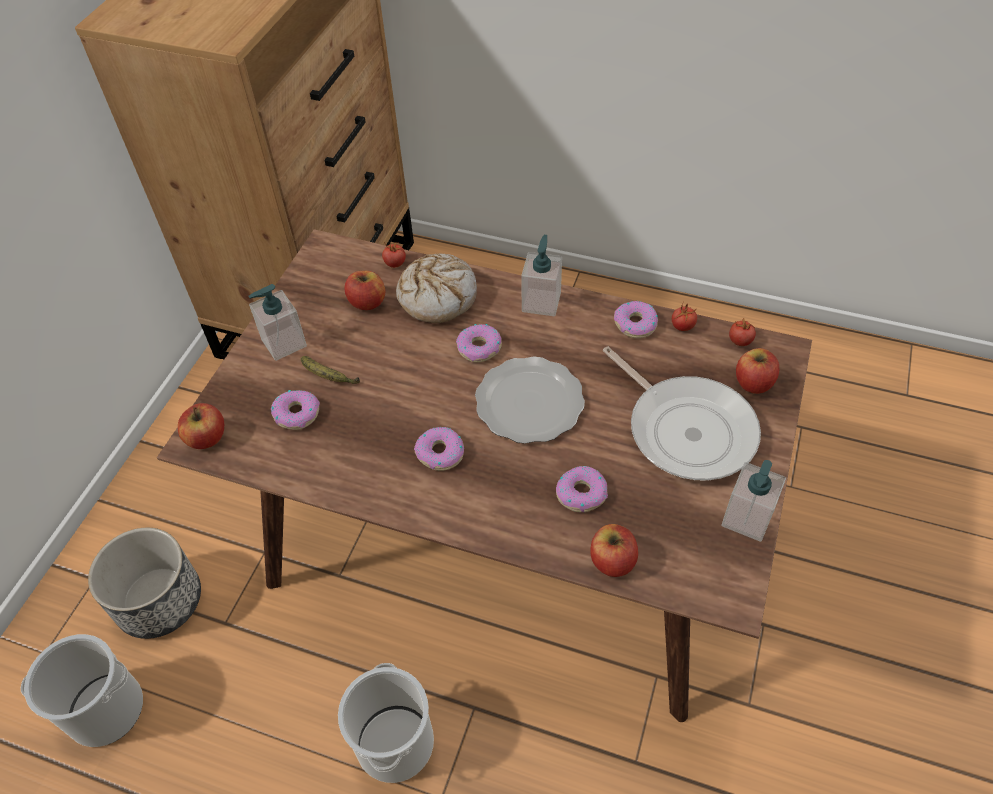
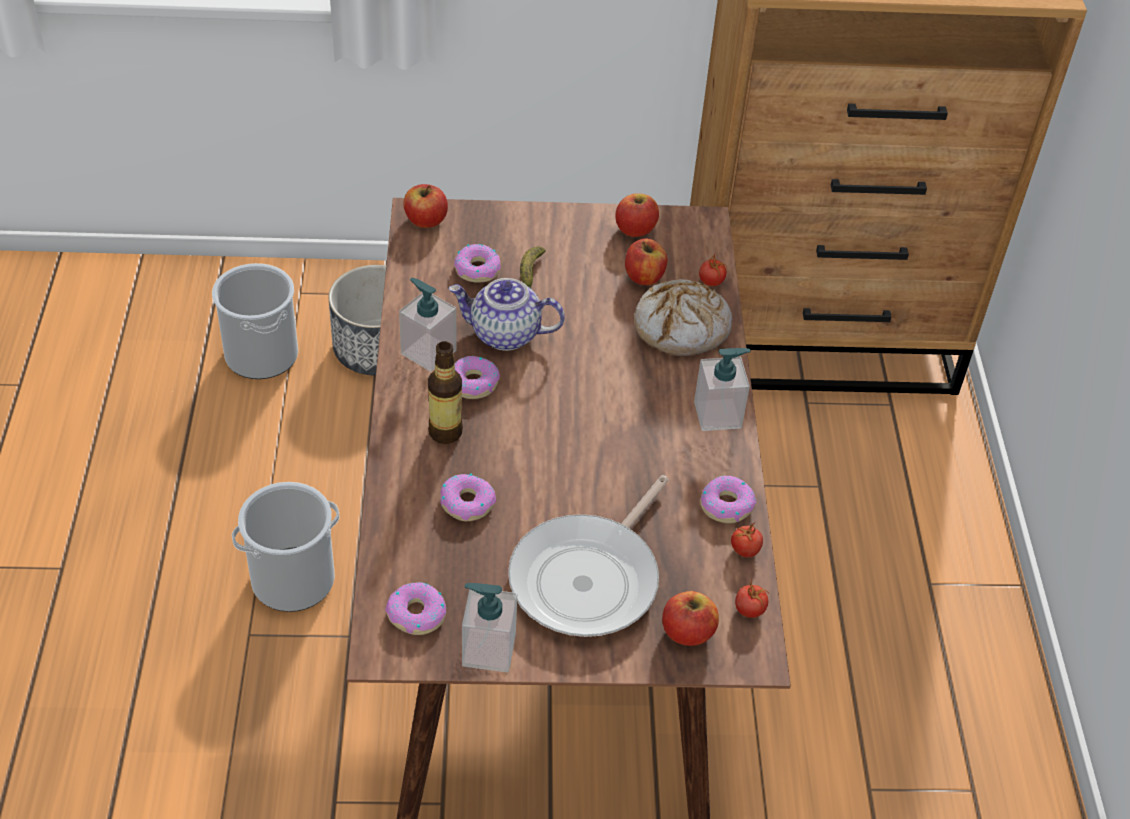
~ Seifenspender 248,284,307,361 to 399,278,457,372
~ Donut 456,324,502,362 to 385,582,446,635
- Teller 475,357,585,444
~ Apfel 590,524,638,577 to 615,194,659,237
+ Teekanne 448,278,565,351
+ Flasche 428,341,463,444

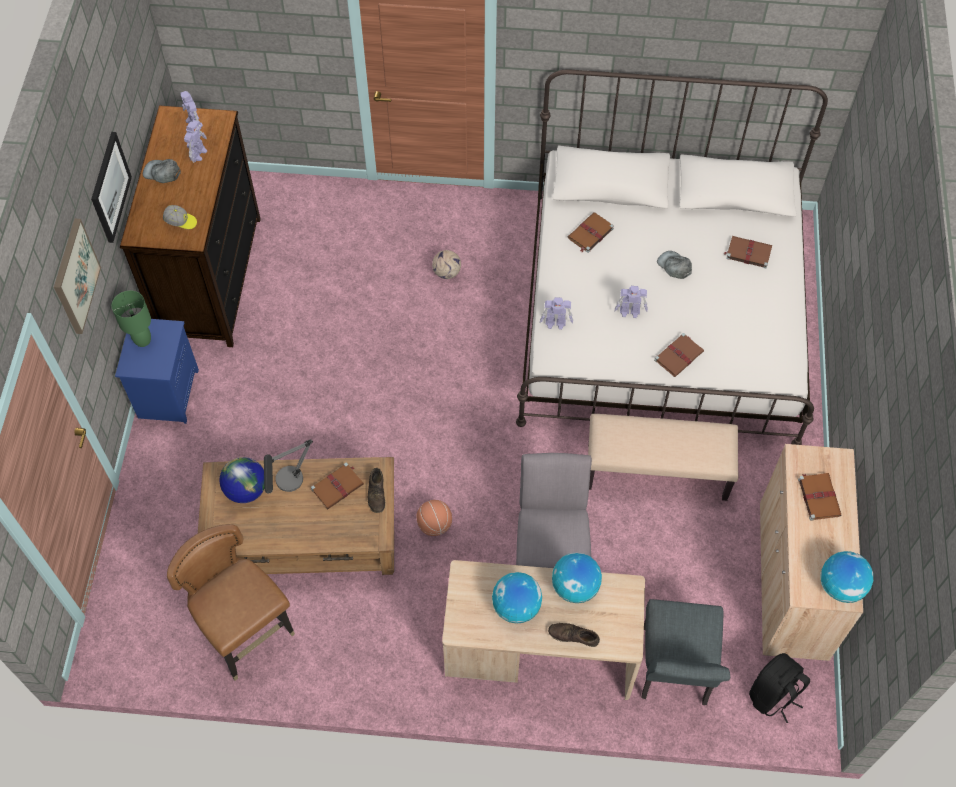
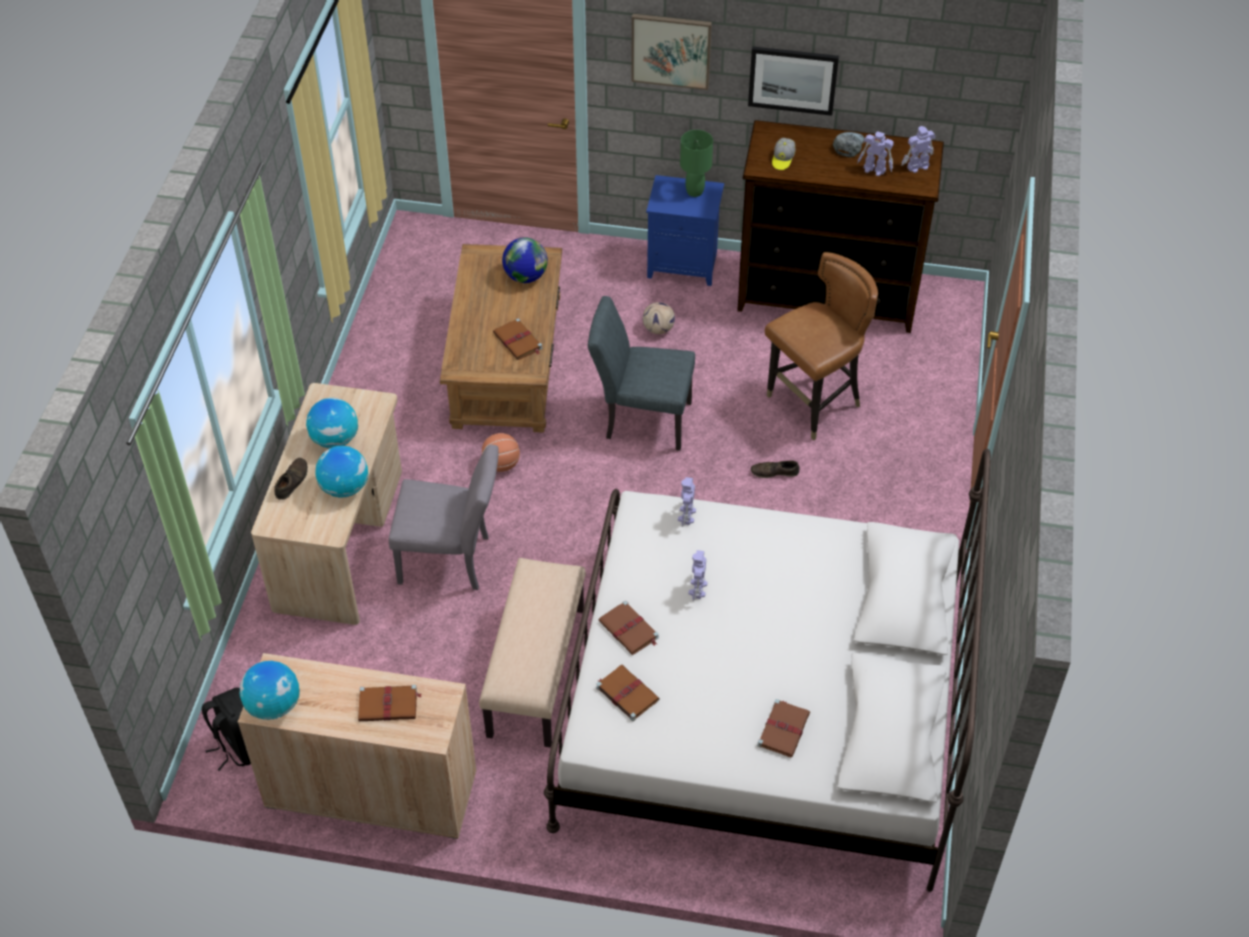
~ Buch [braun] 568,212,614,253 to 596,665,660,721
~ Fußball 432,250,461,279 to 643,302,675,334
- Kappe [grau] 657,251,692,279
- Tischlampe 264,439,313,494
~ Schuh [braun] 368,468,385,513 to 751,460,800,478
~ Stuhl [braun] 167,524,295,681 to 765,252,878,441
~ Stuhl [grau] 642,599,730,705 to 588,296,695,451

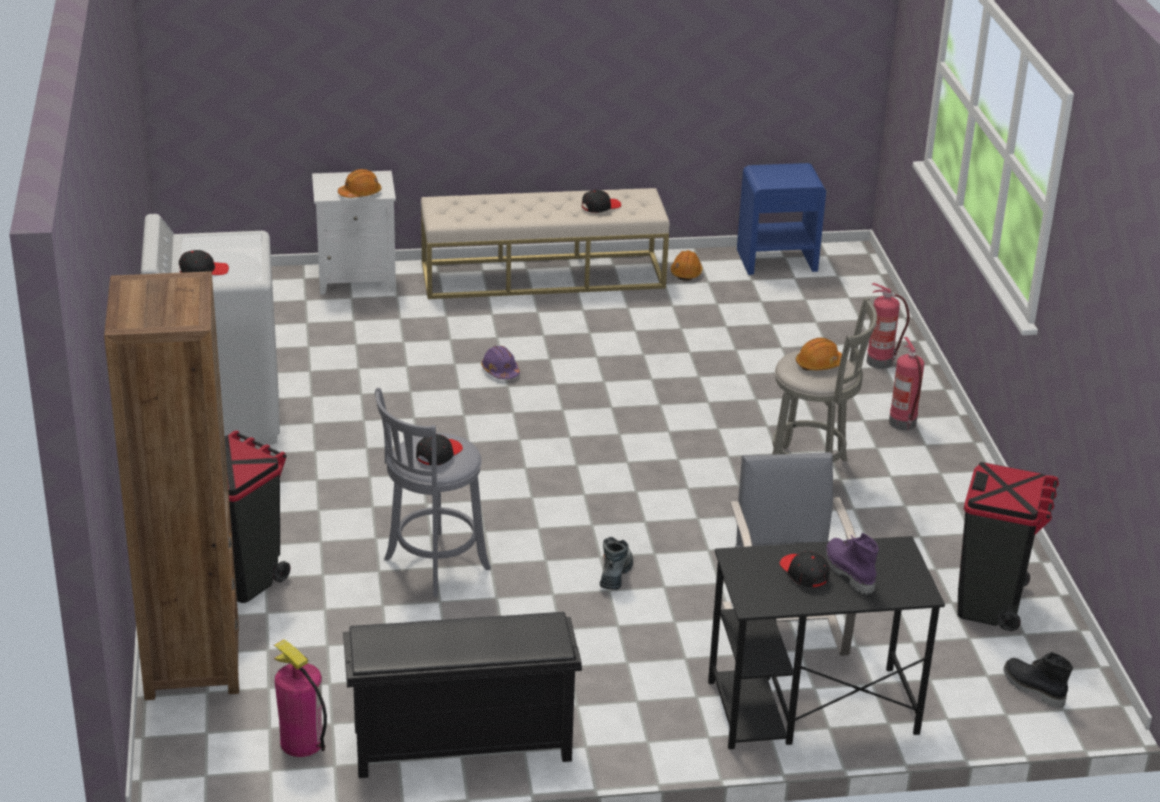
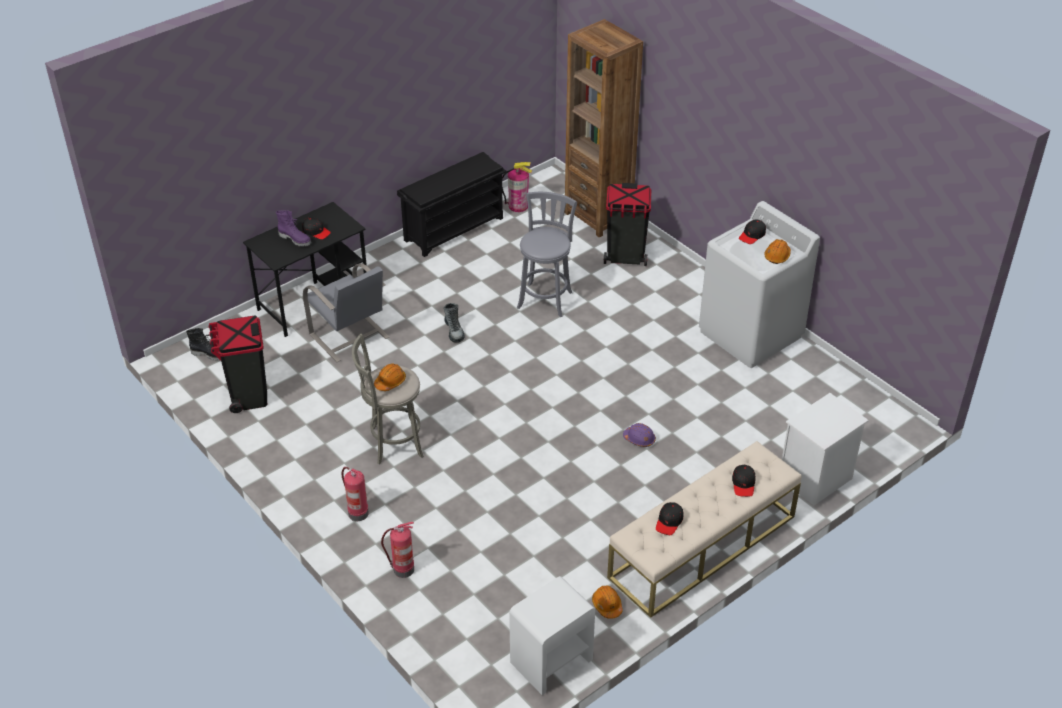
~ Nachttisch [blau] 737,163,826,275 to Nachttisch [weiß] 509,576,595,695
~ Schutzhelm [orange] 338,169,381,198 to 764,239,791,264
~ Kappe [schwarz] 416,434,463,465 to 732,465,755,497

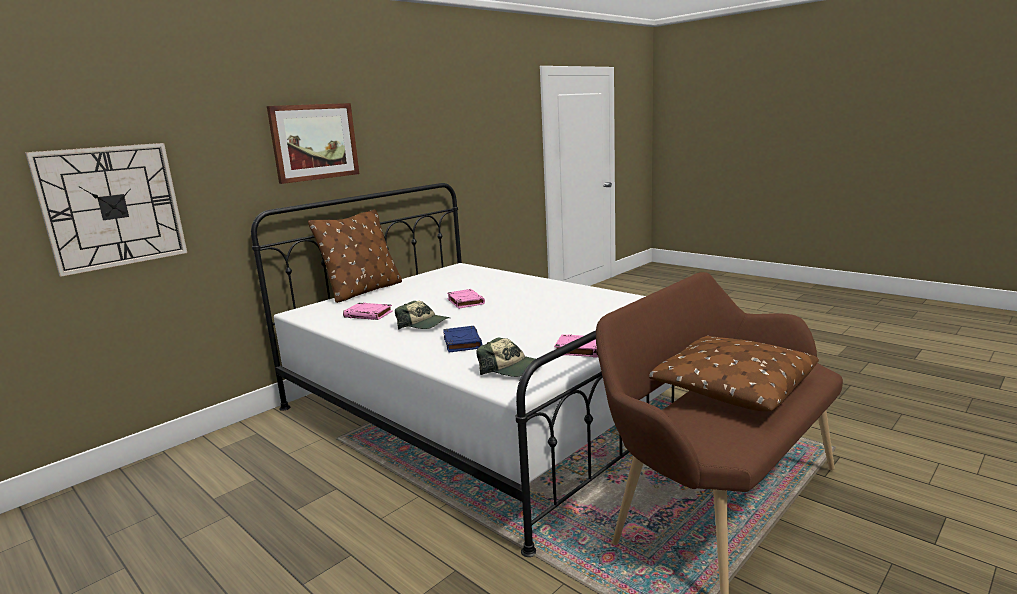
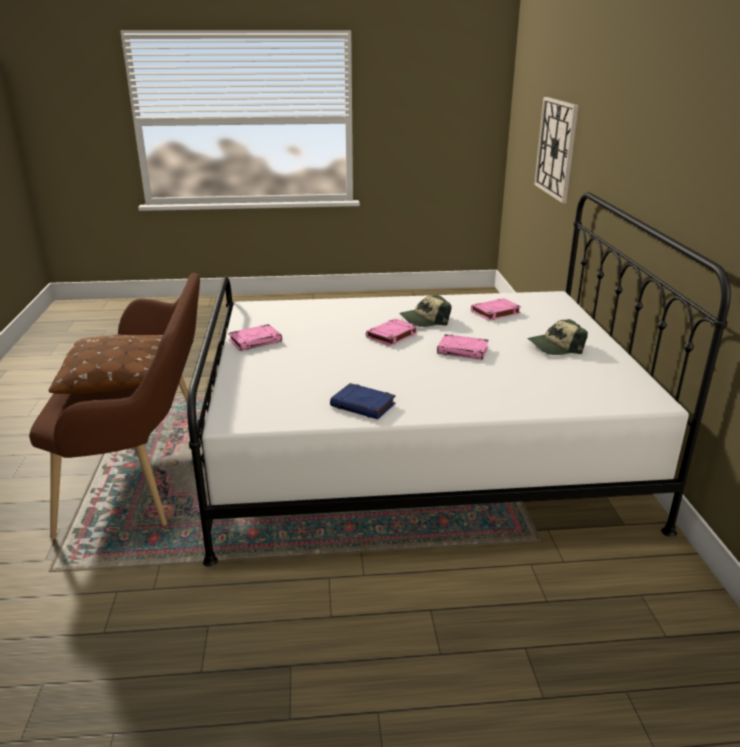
- Bild 267,103,359,184
- Kissen [braun] 308,209,402,303
~ Buch [blau] 443,326,482,352 to 330,383,396,419
~ Kappe 476,337,535,377 to 528,319,588,355
+ Buch [rosa] 366,318,418,346

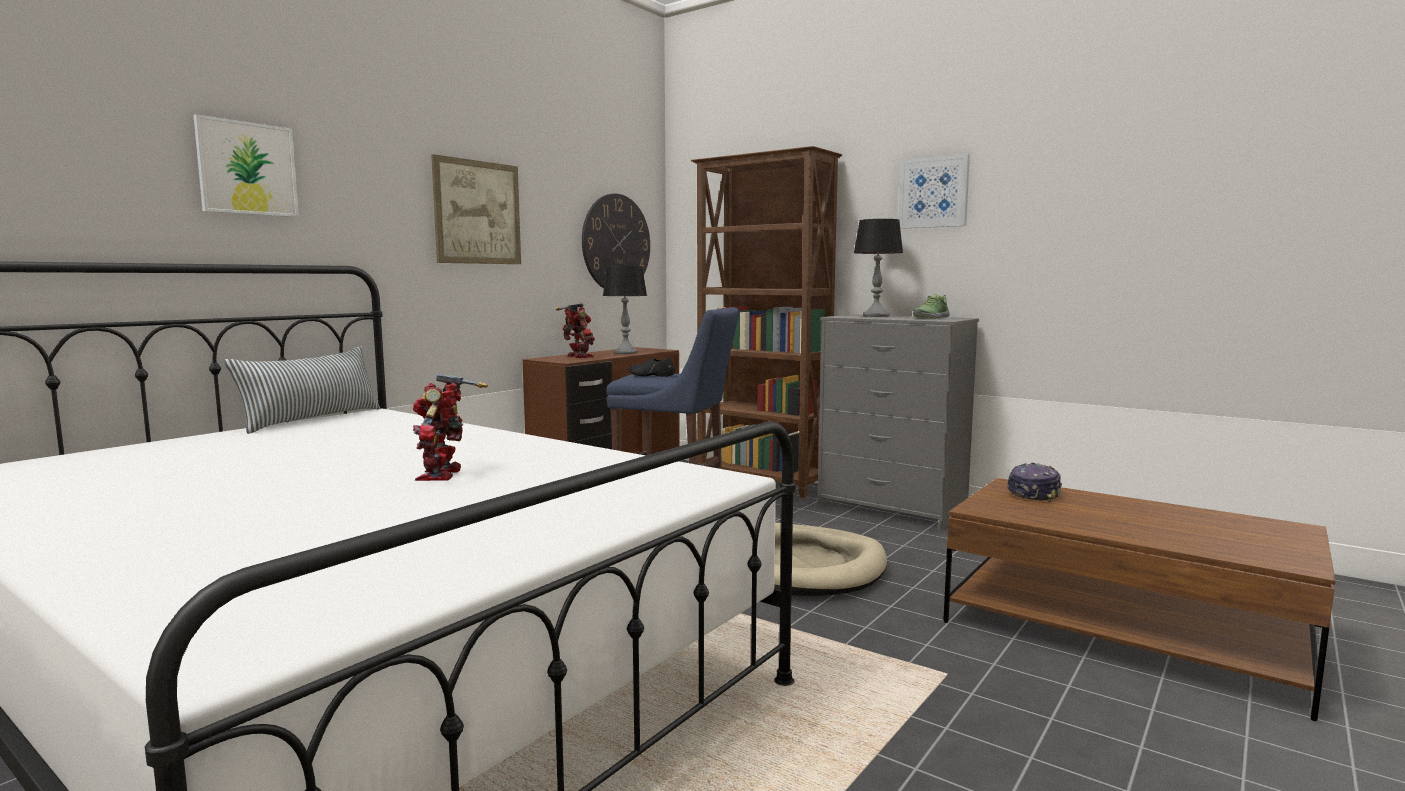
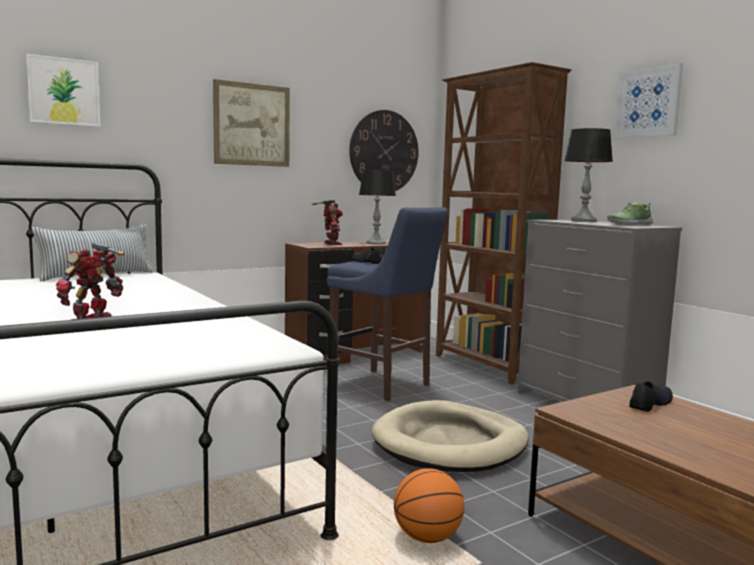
~ Kappe 1007,463,1062,502 to Schuh [schwarz] 629,381,673,412
+ Basketball 394,468,464,543

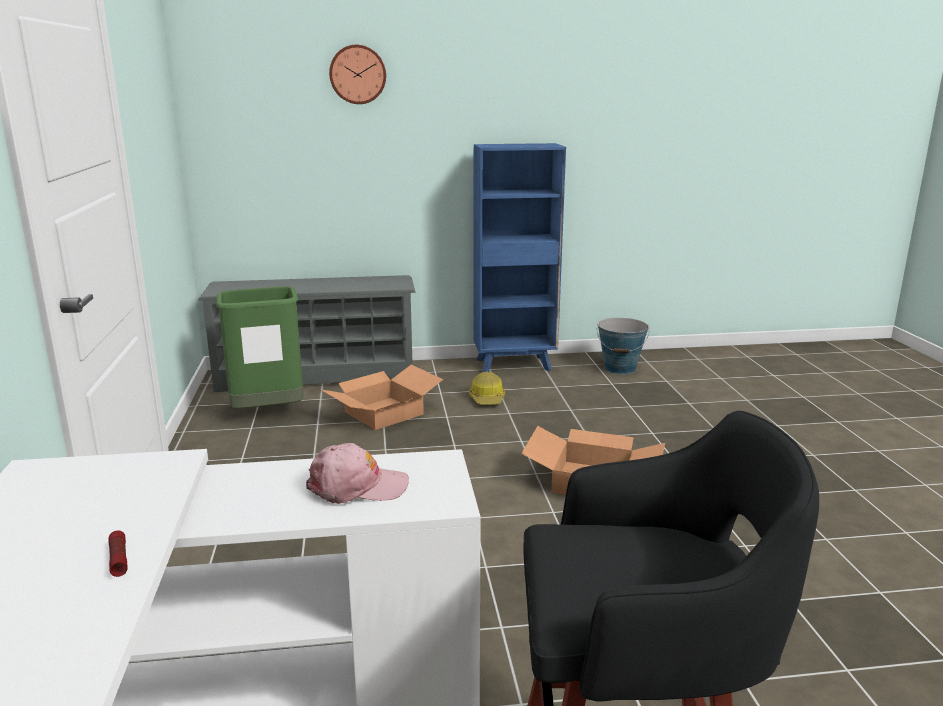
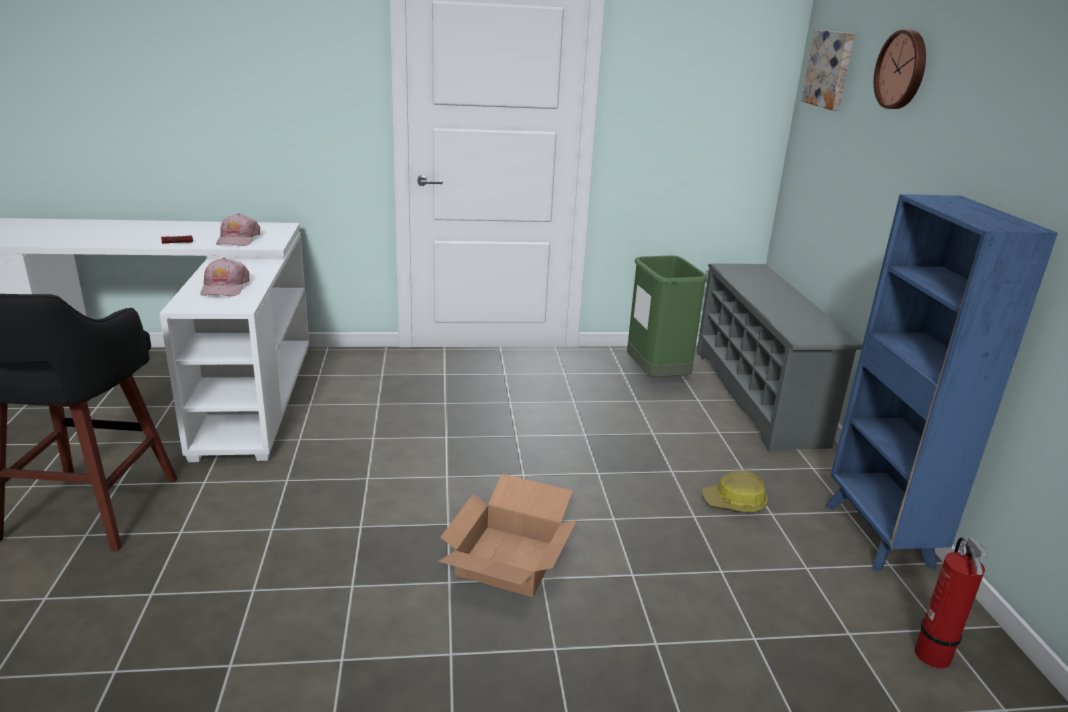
~ Eimer 597,318,650,374 to Feuerlöscher 915,537,988,669
- Karton 320,365,444,430
+ Bild 802,30,855,111
+ Kappe [rosa] 216,213,260,246

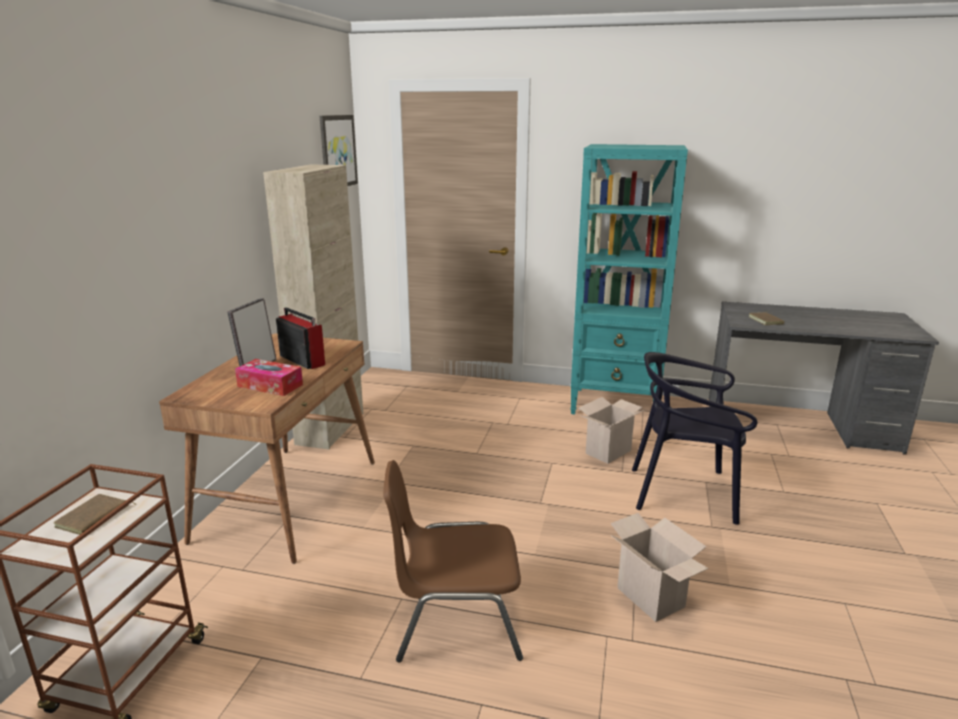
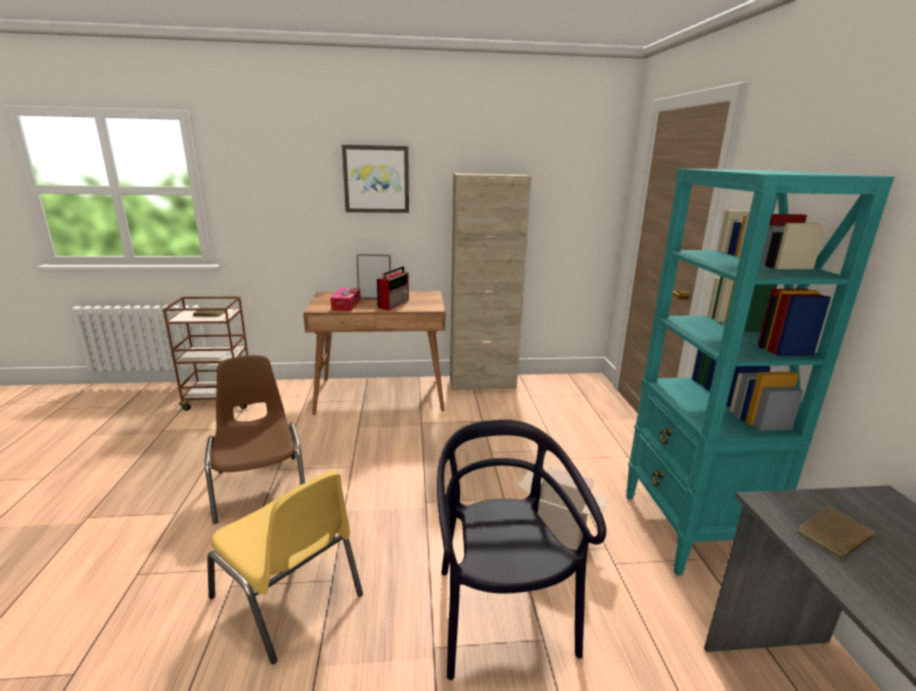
~ Bild 320,115,358,186 to 342,145,409,213
~ Karton 610,513,709,622 to Stuhl [gelb] 207,471,363,664

